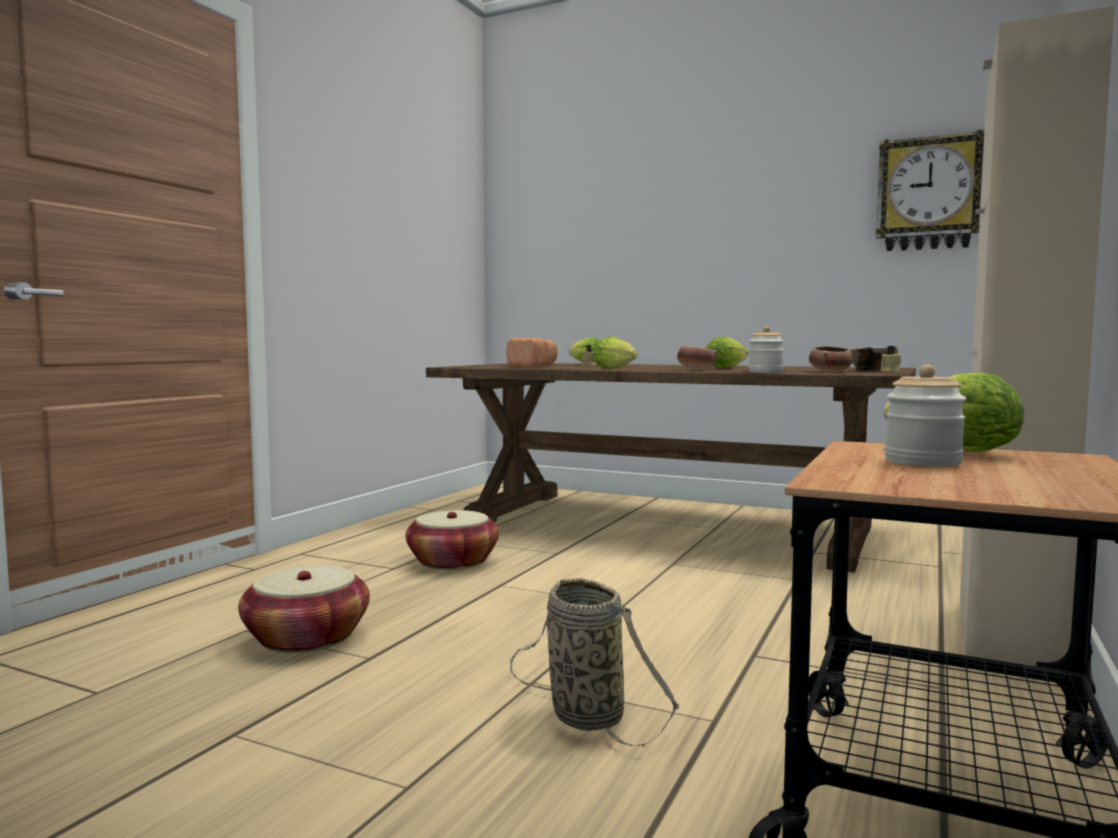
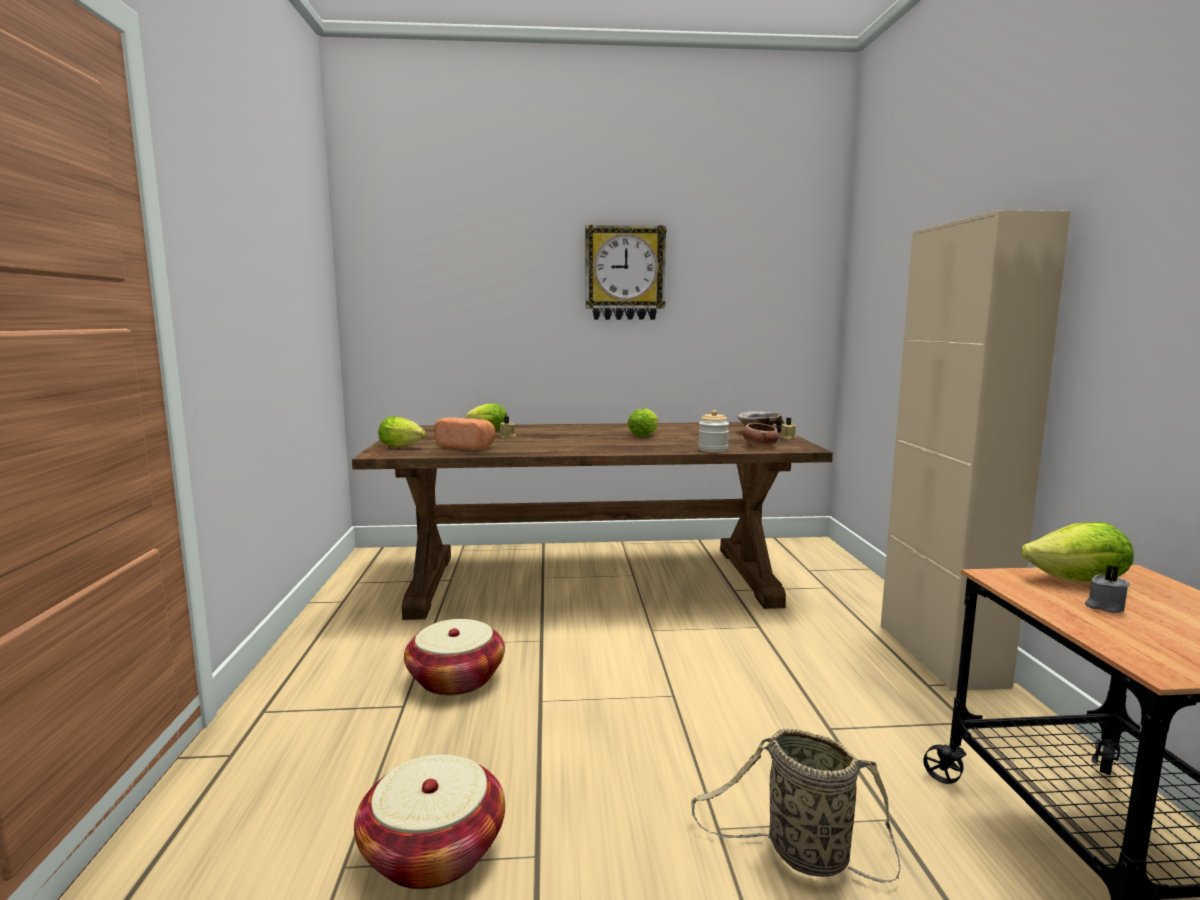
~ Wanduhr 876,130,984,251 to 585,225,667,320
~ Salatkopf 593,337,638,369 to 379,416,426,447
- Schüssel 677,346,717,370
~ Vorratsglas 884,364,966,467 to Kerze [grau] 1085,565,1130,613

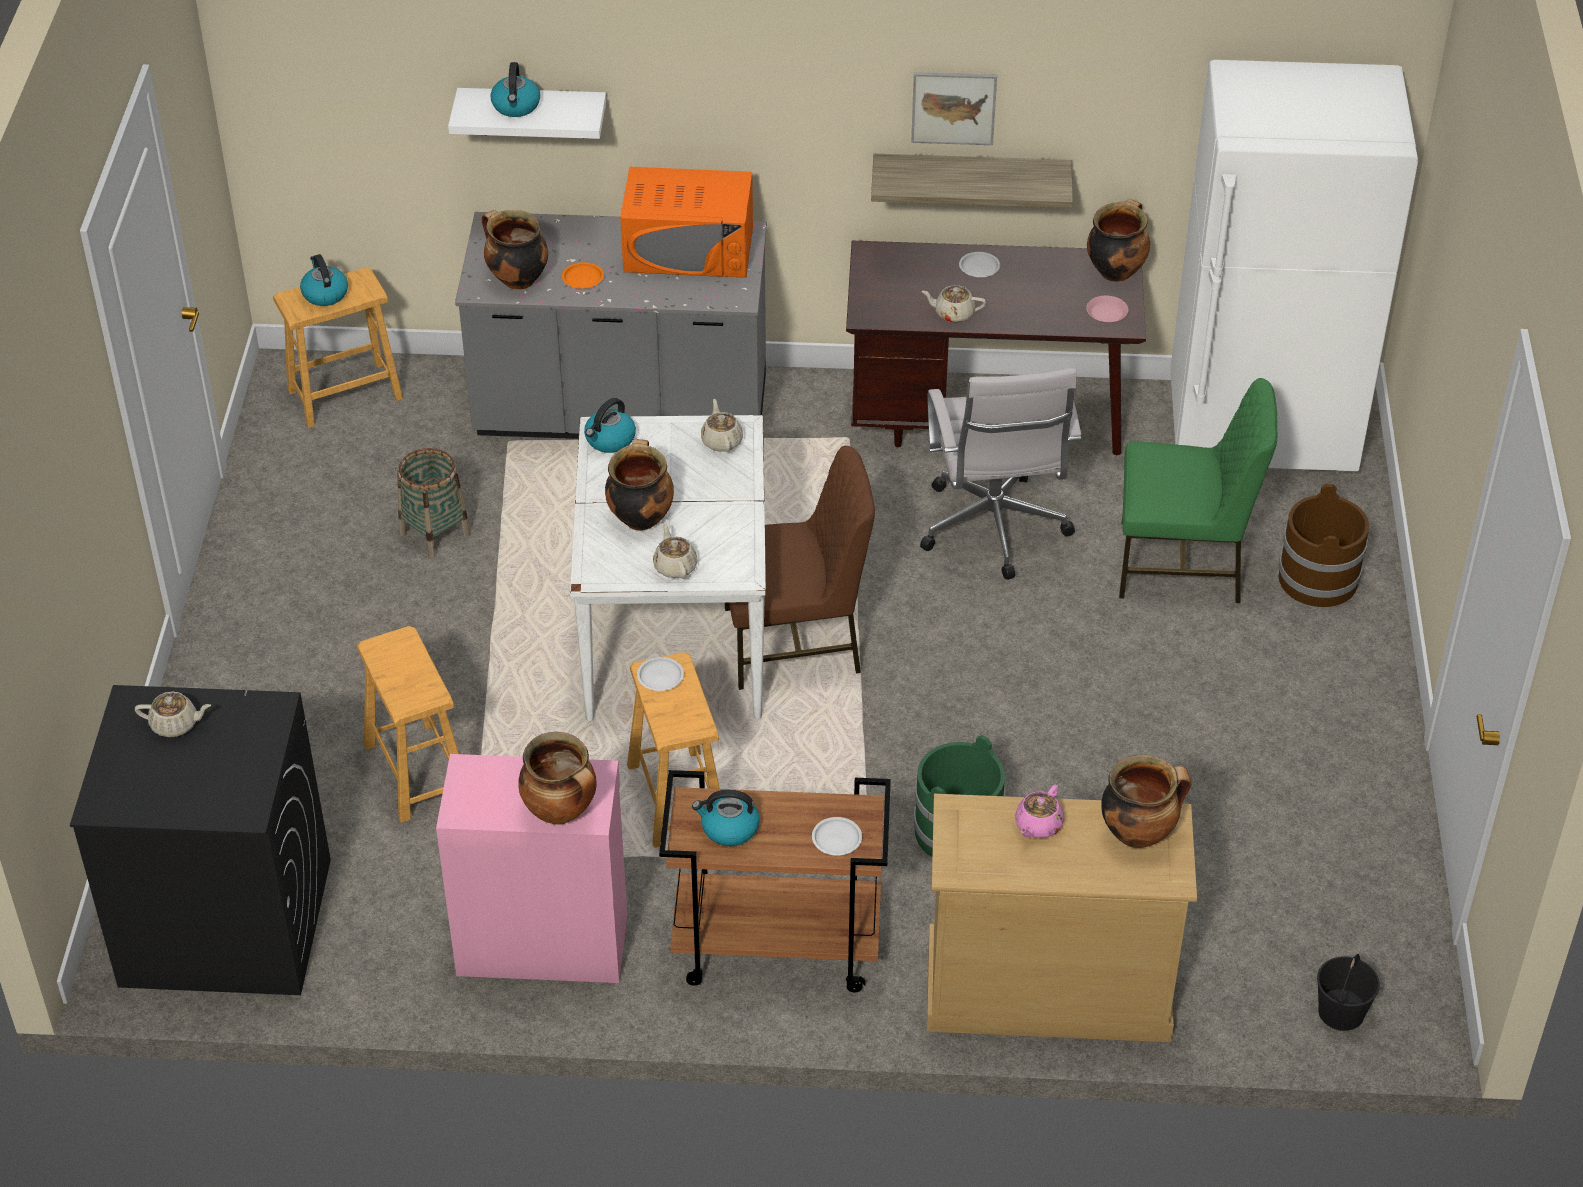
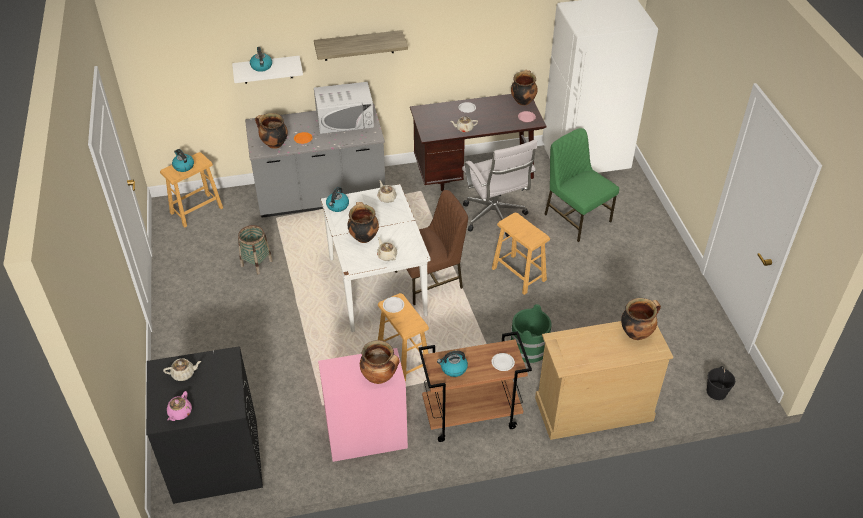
- Bild 911,72,997,145
~ Wandregal 871,154,1073,208 to 314,30,408,61
~ Mikrowelle [orange] 620,167,753,278 to Mikrowelle [weiß] 314,82,374,134
~ Stuhl [grün] 1119,378,1277,603 = 544,128,619,242 120 degrees counterclockwise
- Eimer [braun] 1279,484,1369,607
~ Hocker [braun] 357,626,459,823 to 492,212,550,295
~ Teekanne [rosa] 1015,785,1064,838 to 167,391,192,421

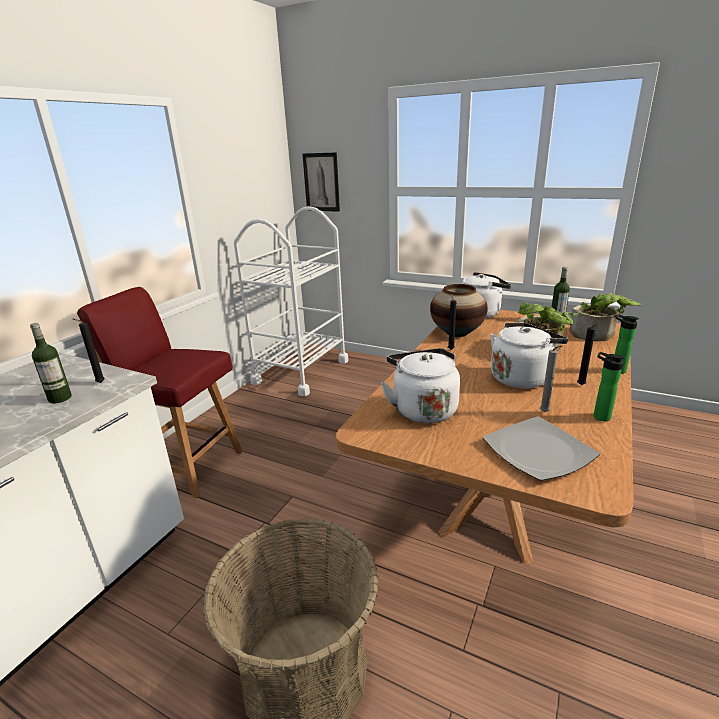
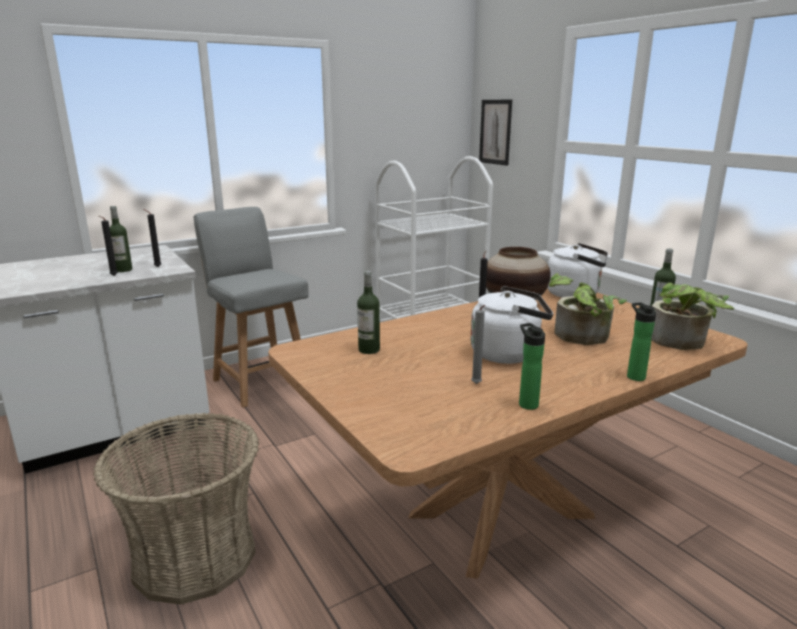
~ Stuhl [rot] 77,287,243,498 to Stuhl [grau] 193,207,309,408
~ Kerze [schwarz] 577,324,598,385 to 99,216,118,276
~ Wasserkessel [weiß] 381,348,460,423 to Flasche 357,271,380,354
- Teller 483,417,600,481

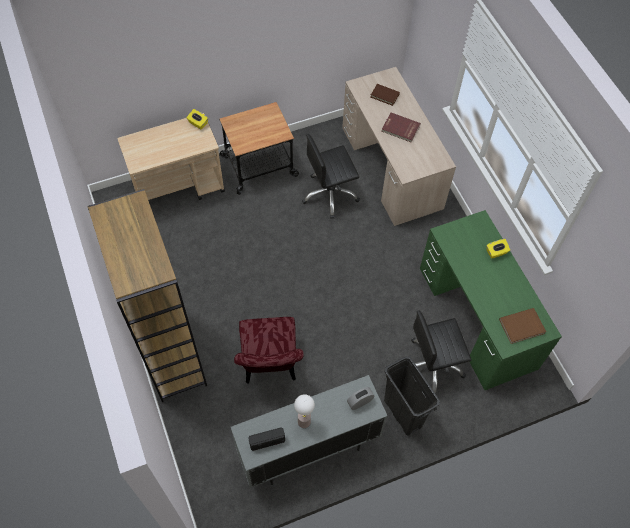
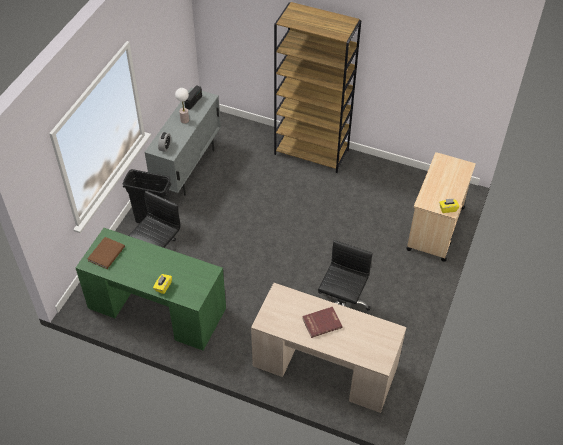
- Buch [braun] 371,84,400,106
- Rollwagen 219,102,299,195
- Stuhl [rot] 234,317,304,384

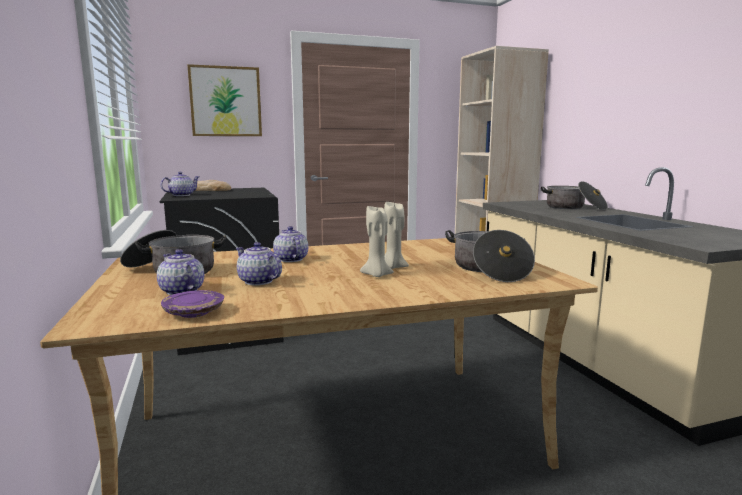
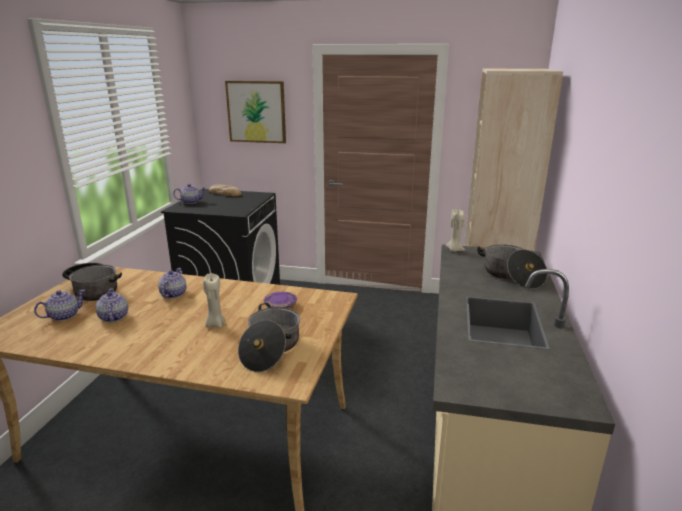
~ Kerze [beige] 360,206,394,277 to 446,209,465,252
~ Teekanne 157,249,204,295 = 34,289,85,321 60 degrees clockwise
~ Teller [lila] 161,290,224,318 to 264,292,297,308

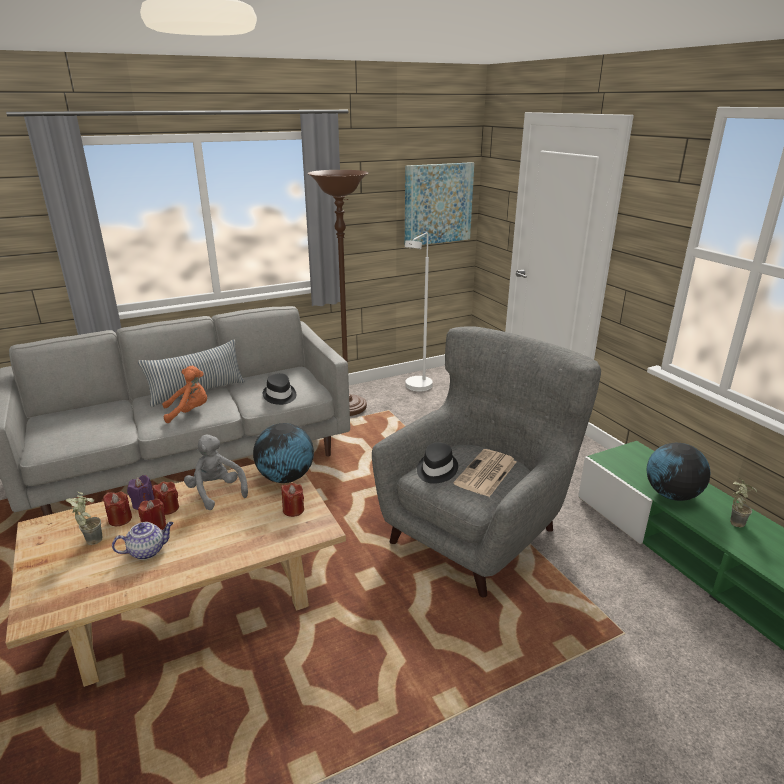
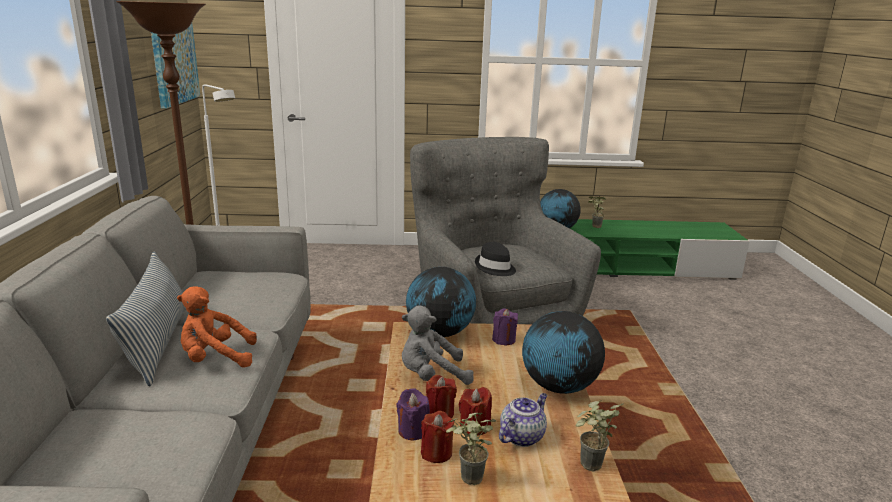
~ Plüschtier [orange] 162,366,207,423 = 177,286,257,368 105 degrees counterclockwise
- Hut [schwarz] 263,373,296,405
- Zeitung 454,449,516,497
~ Kerze [rot] 281,483,304,517 to Kerze [lila] 492,308,518,345
~ Teekanne 112,522,173,560 = 499,393,547,447 45 degrees clockwise
+ Globus 522,311,605,394
+ Topfpflanze 575,400,623,472

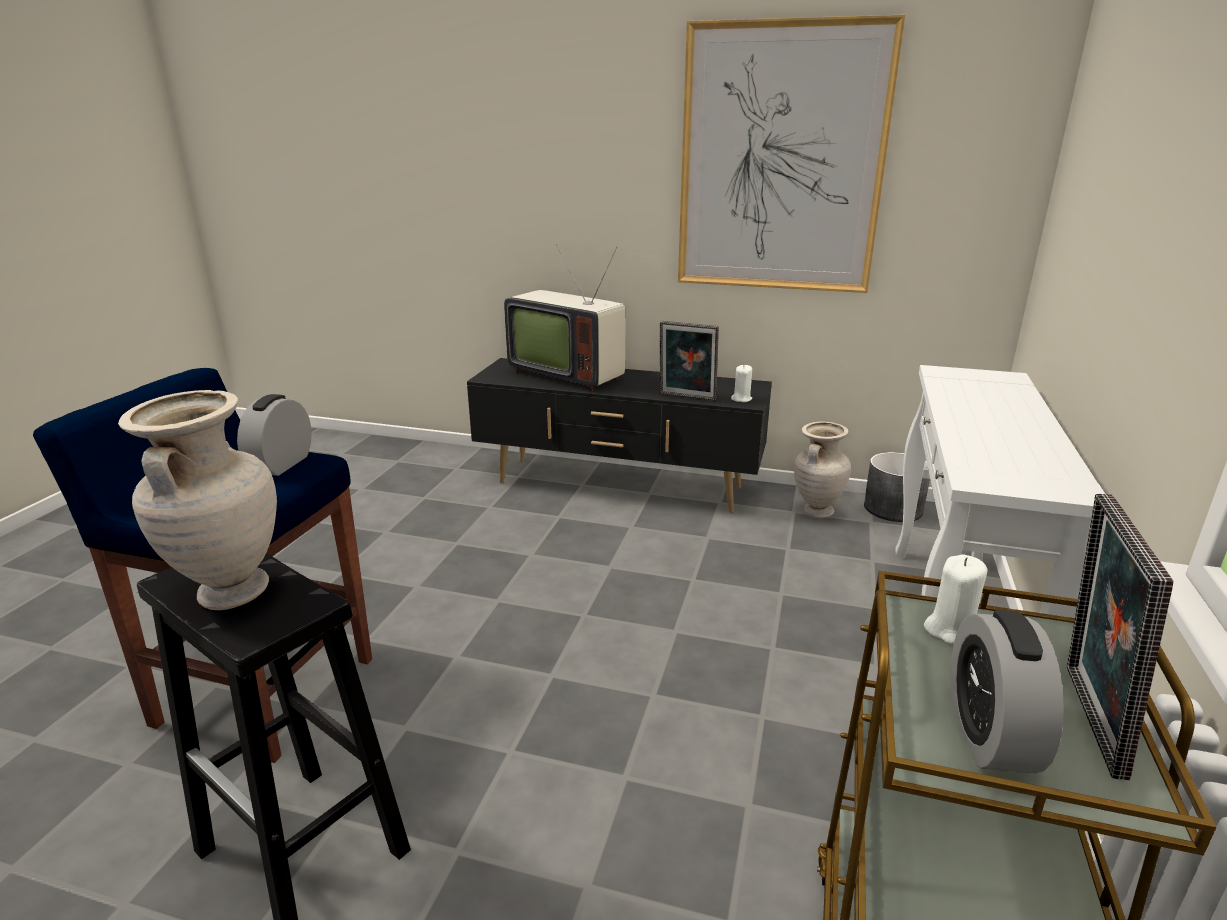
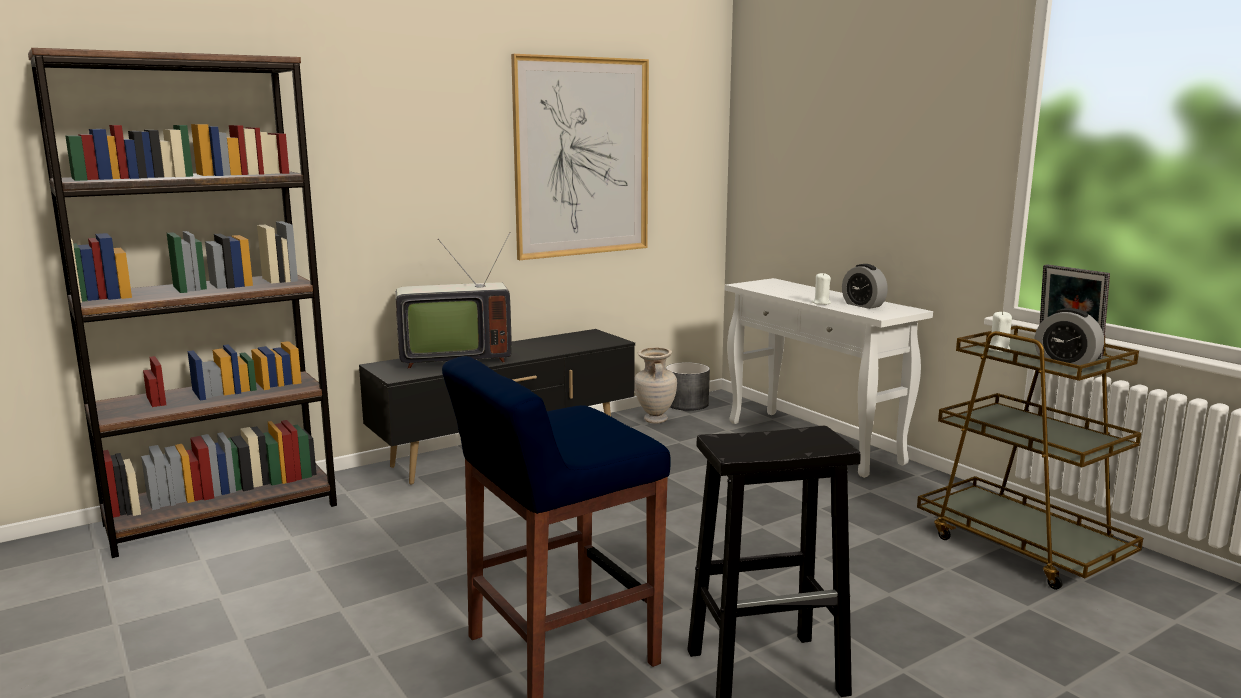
- Bilderrahmen 660,321,719,401
~ Kerze [weiß] 731,365,752,402 to 811,272,831,305
- Vase [beige] 118,390,277,610
~ Wecker 237,394,312,476 to 842,264,888,309
+ Bücherregal [braun] 28,48,337,558

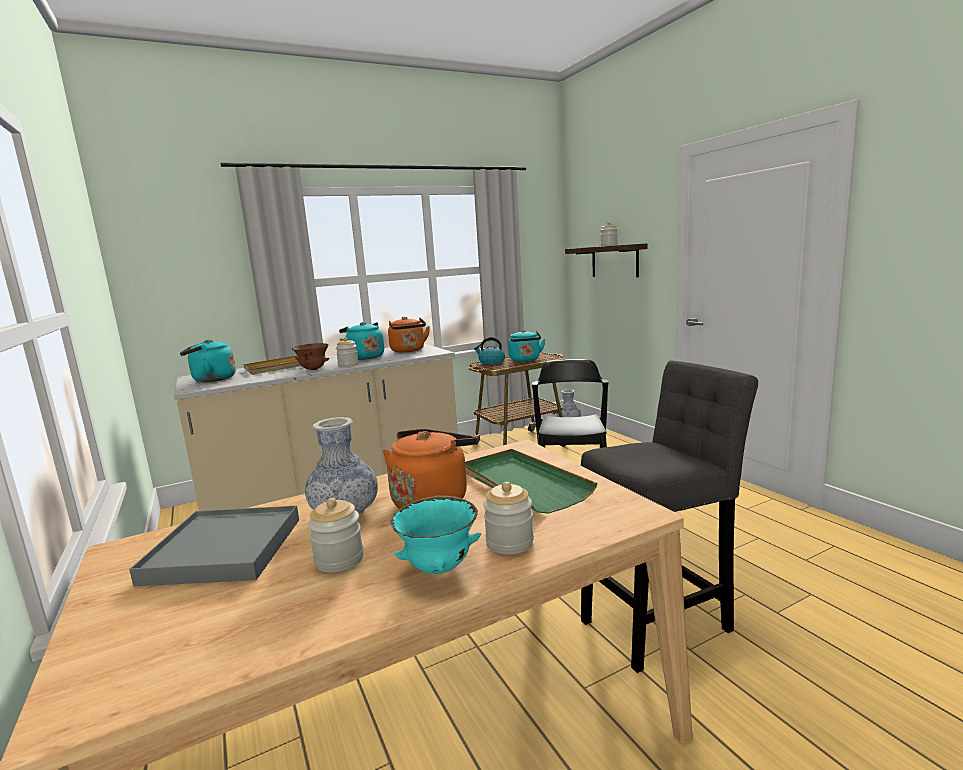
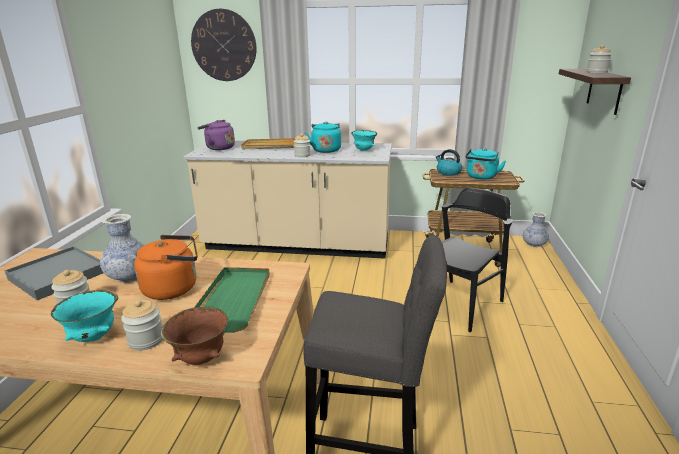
~ Wasserkessel [orange] 388,317,430,353 to Schüssel [türkis] 351,130,377,151
~ Wasserkessel [türkis] 180,340,236,382 to Wasserkessel [lila] 197,120,235,150
~ Schüssel [braun] 292,343,329,370 to 160,307,228,365
+ Wanduhr 191,9,257,81

